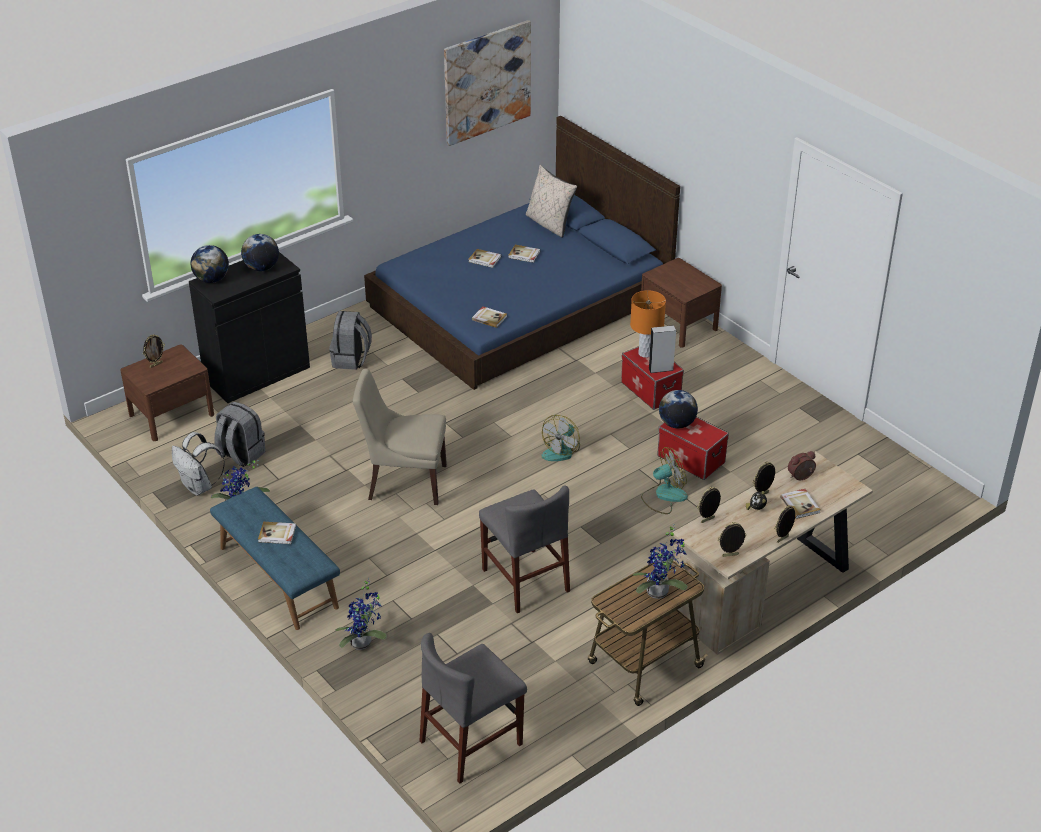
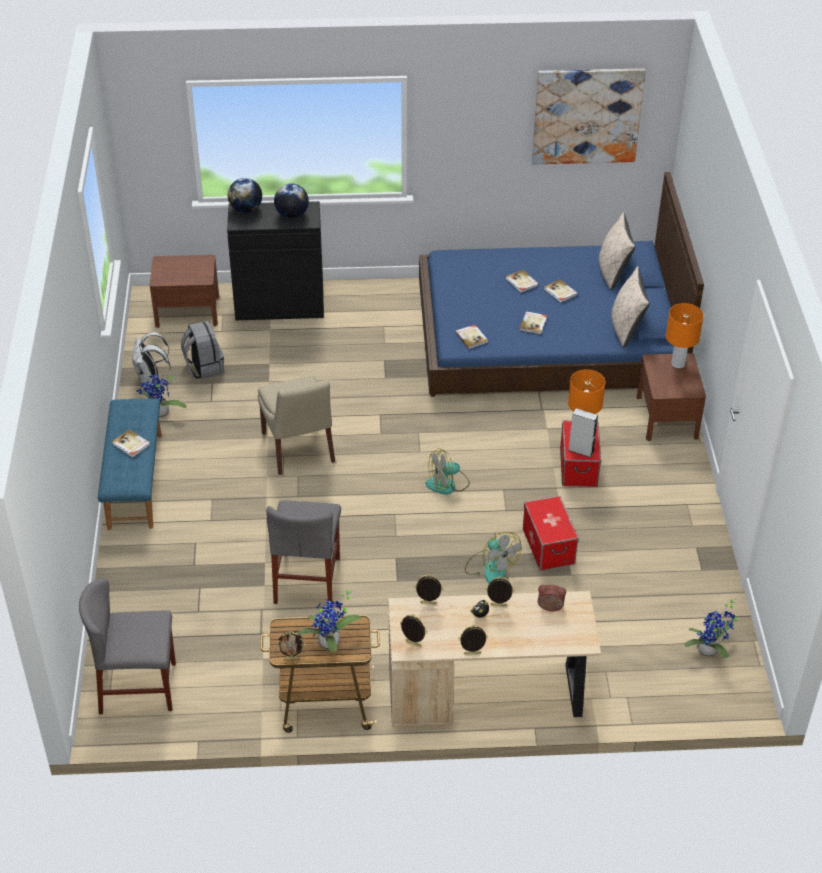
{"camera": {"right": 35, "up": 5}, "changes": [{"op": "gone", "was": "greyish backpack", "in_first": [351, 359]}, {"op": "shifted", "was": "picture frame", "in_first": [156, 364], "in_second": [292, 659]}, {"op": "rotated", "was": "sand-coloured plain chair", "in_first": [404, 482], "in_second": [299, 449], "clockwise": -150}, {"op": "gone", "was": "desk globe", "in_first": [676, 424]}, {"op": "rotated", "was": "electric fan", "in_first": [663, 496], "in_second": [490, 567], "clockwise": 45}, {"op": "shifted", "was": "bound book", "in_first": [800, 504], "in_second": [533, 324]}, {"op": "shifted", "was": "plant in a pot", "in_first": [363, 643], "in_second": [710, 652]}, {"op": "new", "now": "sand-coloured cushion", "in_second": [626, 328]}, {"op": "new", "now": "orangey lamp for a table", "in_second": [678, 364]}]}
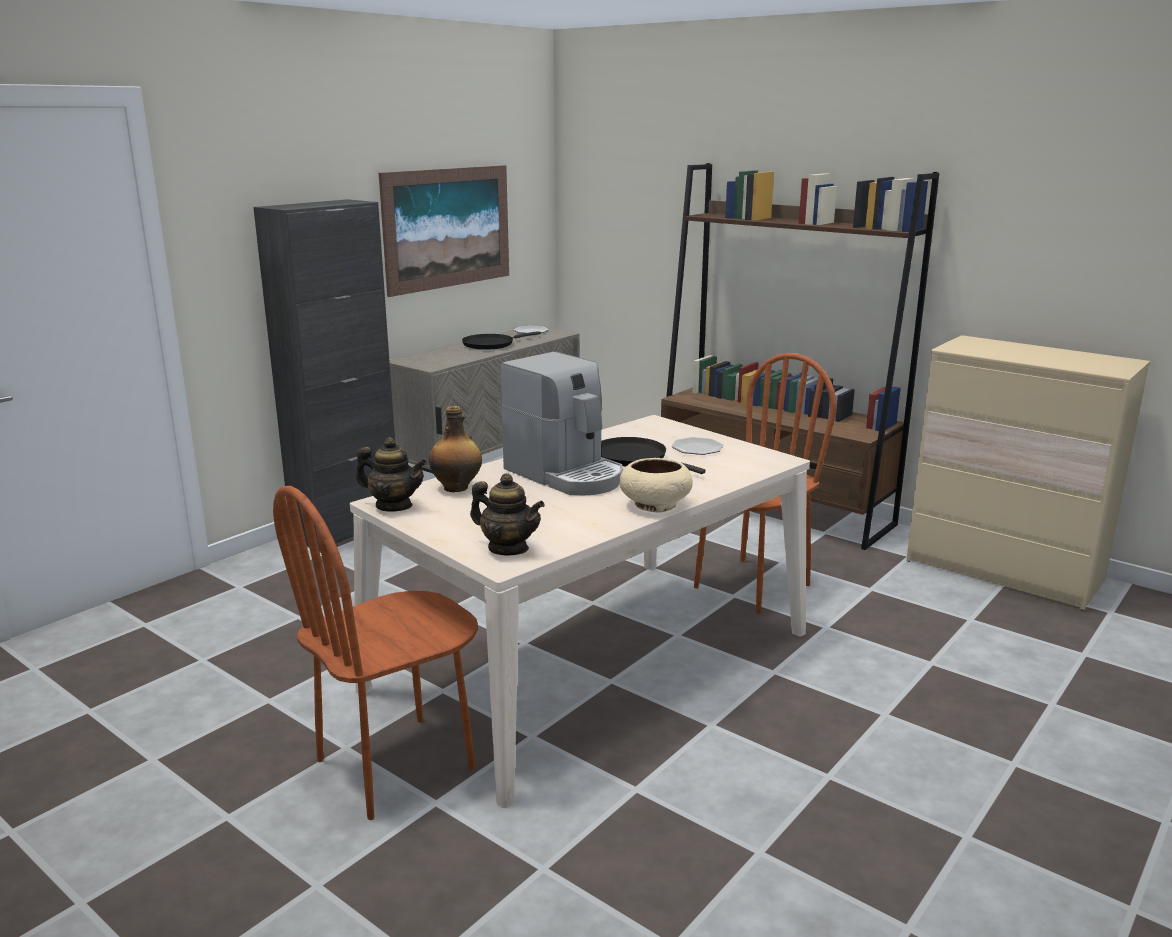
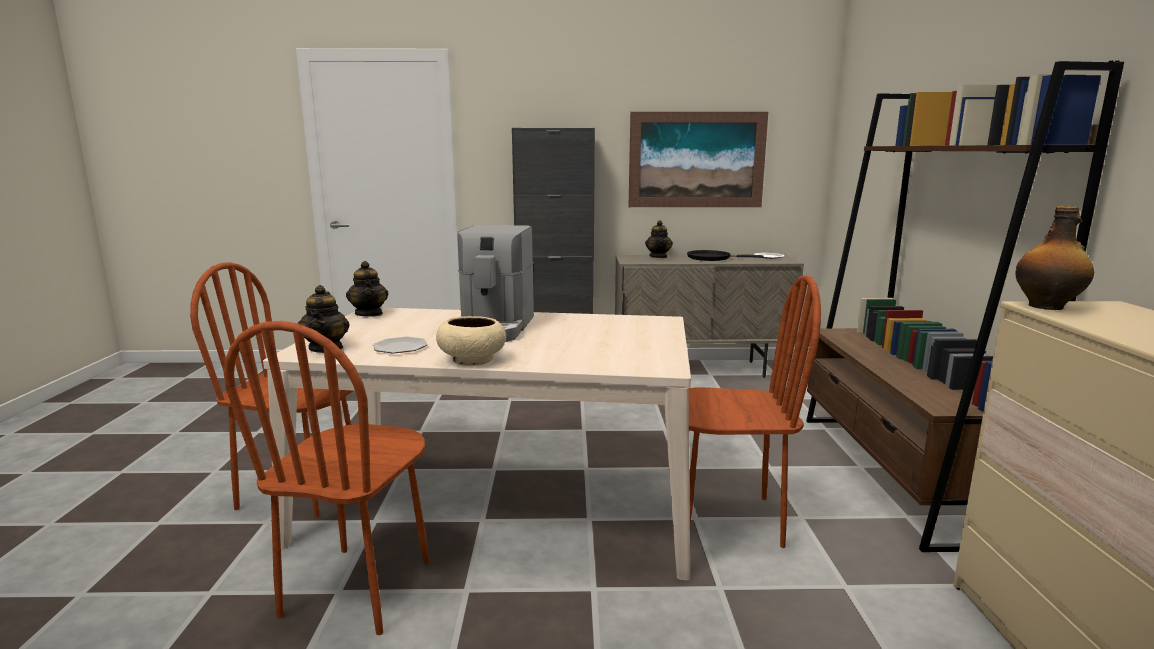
{"camera": {"right": 50, "up": -5}, "changes": [{"op": "shifted", "was": "bottle", "in_first": [457, 488], "in_second": [1047, 306]}, {"op": "gone", "was": "blackish skillet", "in_first": [634, 458]}, {"op": "shifted", "was": "flat dish", "in_first": [696, 448], "in_second": [400, 347]}, {"op": "new", "now": "tea pot", "in_second": [658, 257]}, {"op": "new", "now": "brown-coloured plain chair", "in_second": [358, 588]}]}
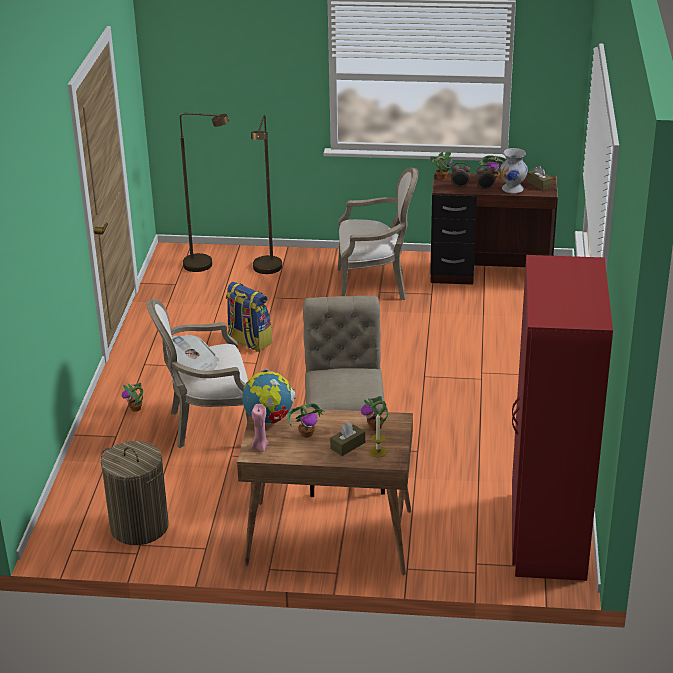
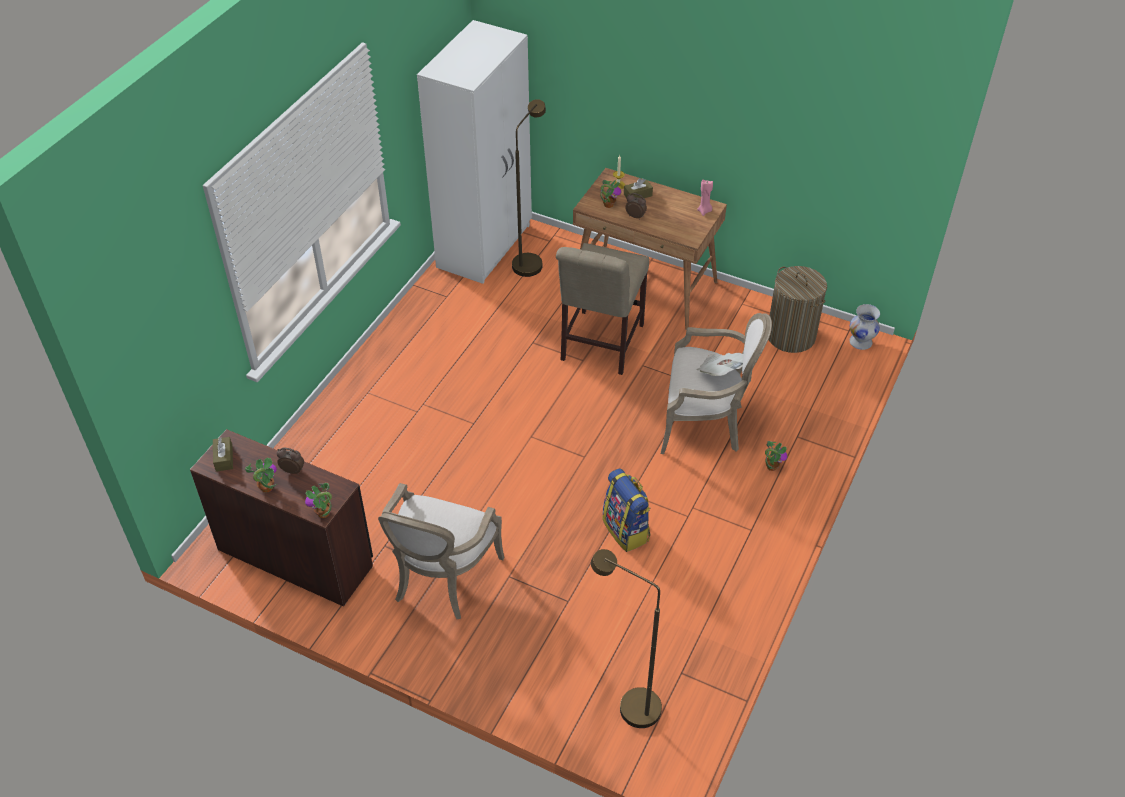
{"camera": {"right": -160, "up": 15}, "changes": [{"op": "shifted", "was": "brown-coloured standard lamp", "in_first": [267, 271], "in_second": [530, 260]}, {"op": "shifted", "was": "whitish decorative vase", "in_first": [513, 189], "in_second": [860, 342]}, {"op": "shifted", "was": "alarm clock", "in_first": [460, 186], "in_second": [635, 216]}, {"op": "rotated", "was": "armchair", "in_first": [374, 287], "in_second": [441, 580], "clockwise": -90}, {"op": "repainted", "was": "red-coloured wardrobe", "now": "whitish wardrobe", "in_first": [546, 536], "in_second": [485, 246]}, {"op": "gone", "was": "desk globe", "in_first": [269, 419]}, {"op": "gone", "was": "plant in a pot", "in_first": [307, 433]}]}
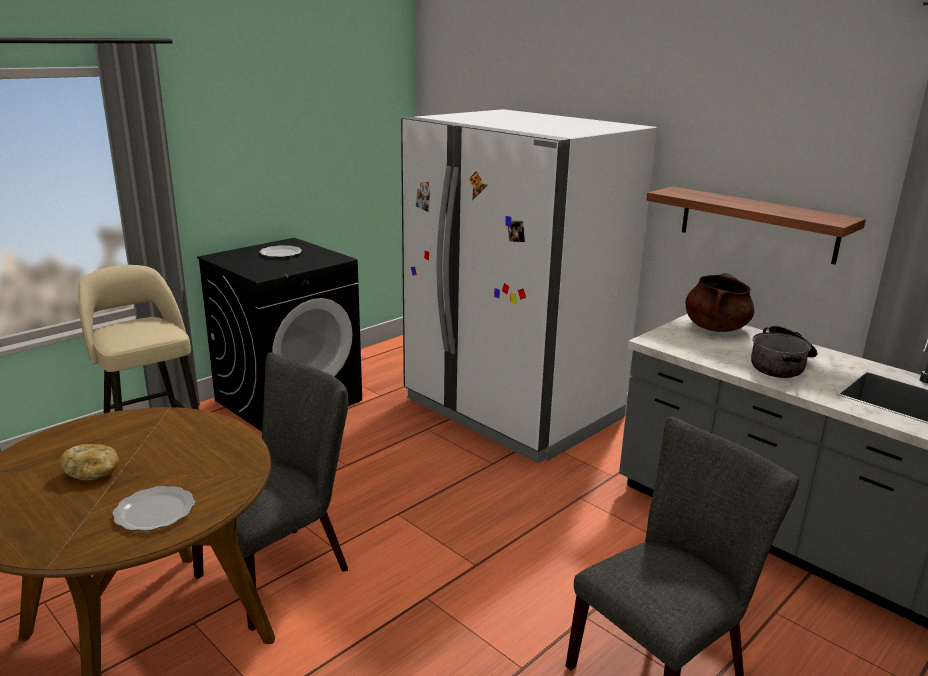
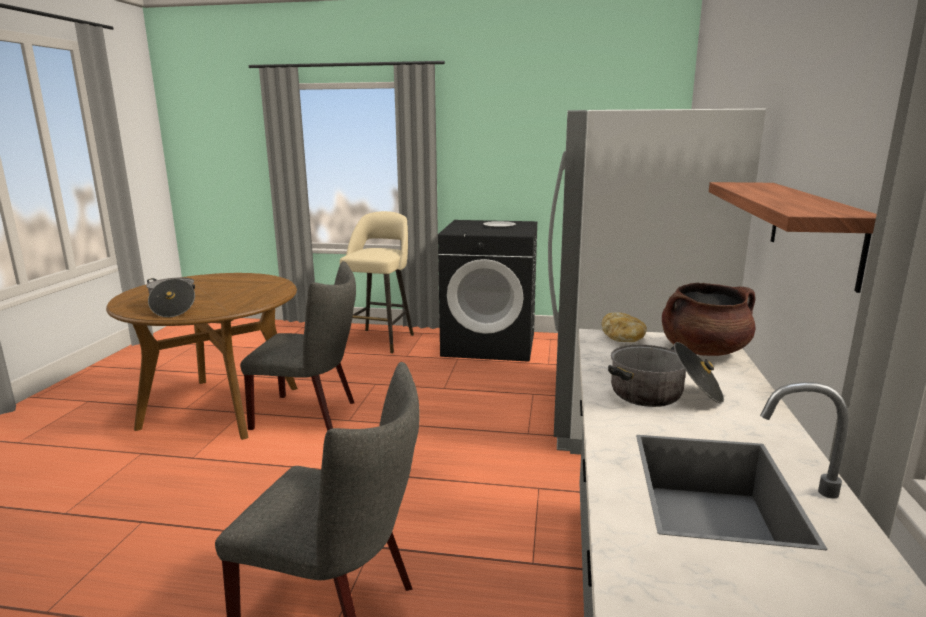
{"camera": {"right": 55, "up": -5}, "changes": [{"op": "shifted", "was": "bakery bread", "in_first": [93, 473], "in_second": [623, 339]}, {"op": "swapped", "was": "flat dish", "now": "cooking pot", "in_first": [155, 511], "in_second": [173, 307]}]}
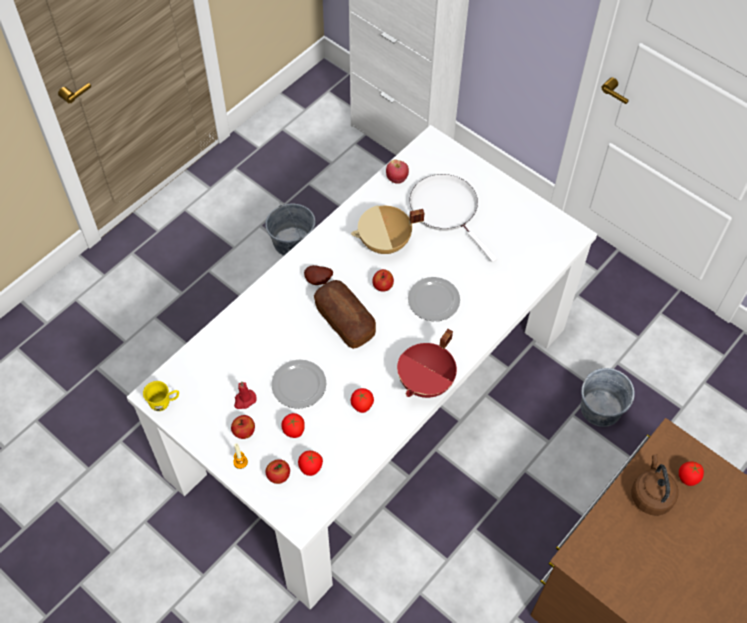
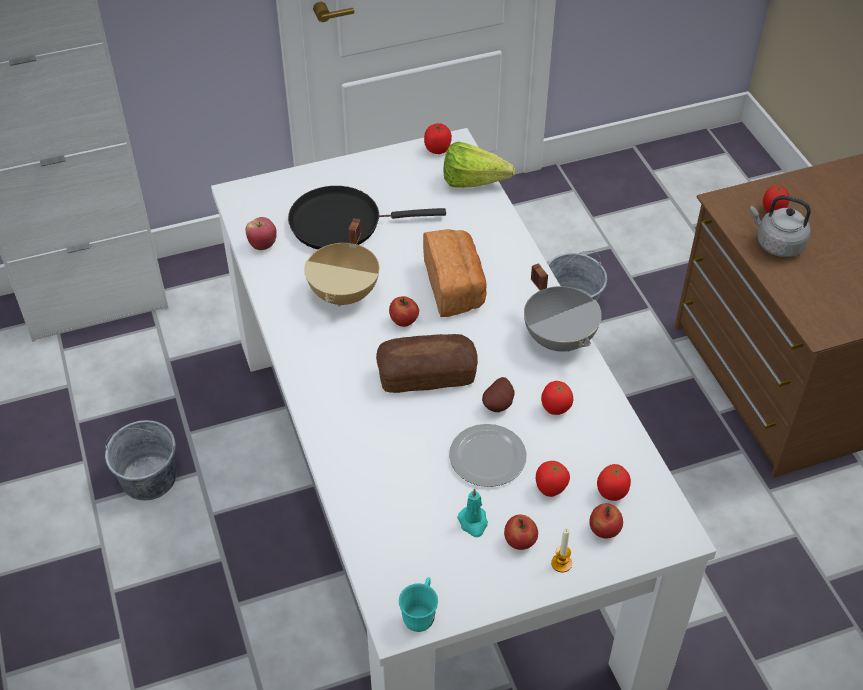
{"camera": {"right": -60, "up": -10}, "changes": [{"op": "repainted", "was": "whitish skillet", "now": "blackish skillet", "in_first": [446, 209], "in_second": [342, 223]}, {"op": "shifted", "was": "whole potato", "in_first": [318, 281], "in_second": [499, 405]}, {"op": "swapped", "was": "flat dish", "now": "bakery bread", "in_first": [432, 300], "in_second": [455, 287]}, {"op": "repainted", "was": "red-coloured cooking pot", "now": "greyish cooking pot", "in_first": [426, 382], "in_second": [560, 338]}, {"op": "repainted", "was": "yellowish mug", "now": "blue-green mug", "in_first": [164, 403], "in_second": [421, 615]}, {"op": "repainted", "was": "red-coloured wax candle", "now": "blue-green wax candle", "in_first": [244, 400], "in_second": [473, 522]}, {"op": "repainted", "was": "brown-coloured kettle", "now": "greyish kettle", "in_first": [650, 495], "in_second": [777, 244]}, {"op": "new", "now": "fresh tomato", "in_second": [438, 149]}, {"op": "new", "now": "head of lettuce", "in_second": [479, 184]}]}
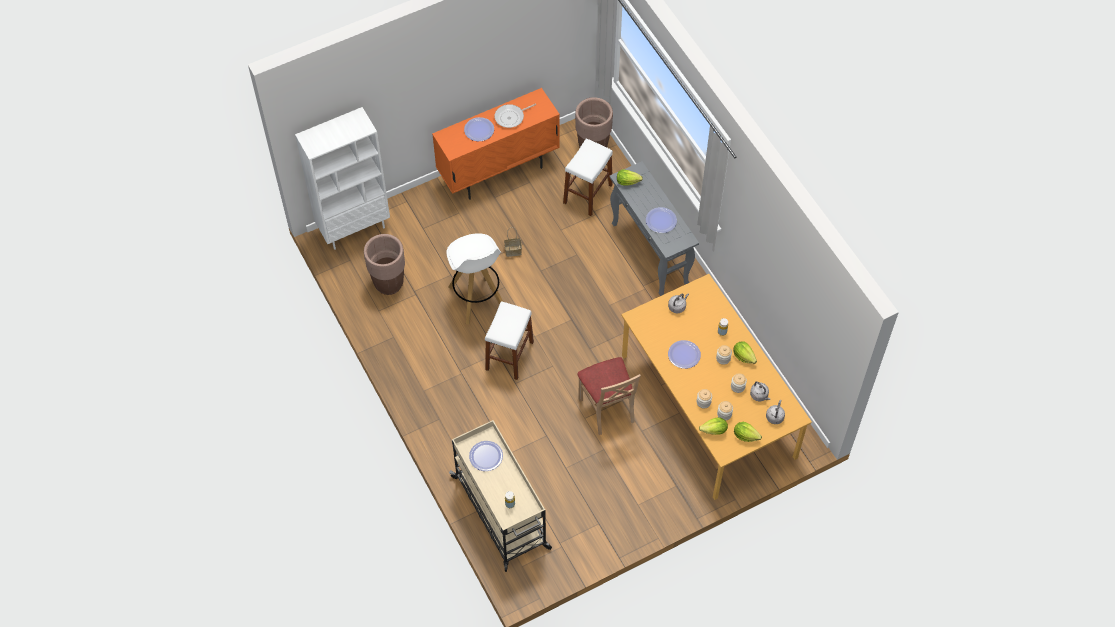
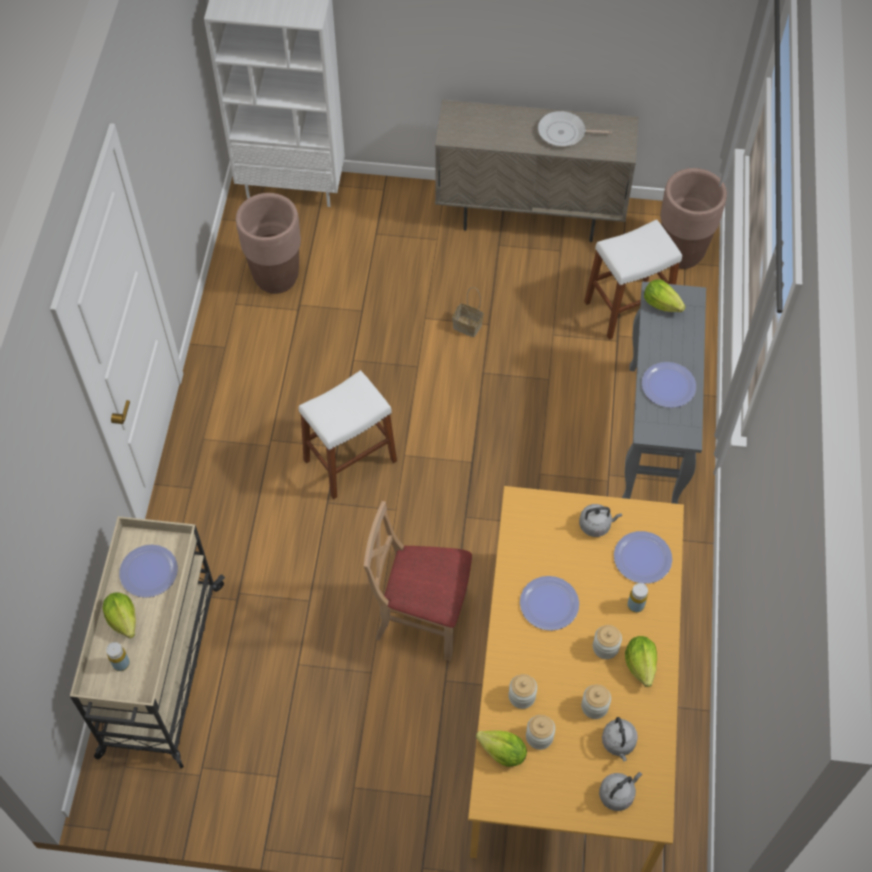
{"camera": {"right": 35, "up": 0}, "changes": [{"op": "repainted", "was": "orangey storage cabinet", "now": "sand-coloured storage cabinet", "in_first": [498, 171], "in_second": [530, 216]}, {"op": "shifted", "was": "flat dish", "in_first": [479, 130], "in_second": [642, 558]}, {"op": "gone", "was": "whitish stool seat", "in_first": [477, 298]}, {"op": "rotated", "was": "sand-coloured plain chair", "in_first": [607, 409], "in_second": [421, 618], "clockwise": 90}, {"op": "shifted", "was": "head of lettuce", "in_first": [745, 435], "in_second": [123, 619]}]}
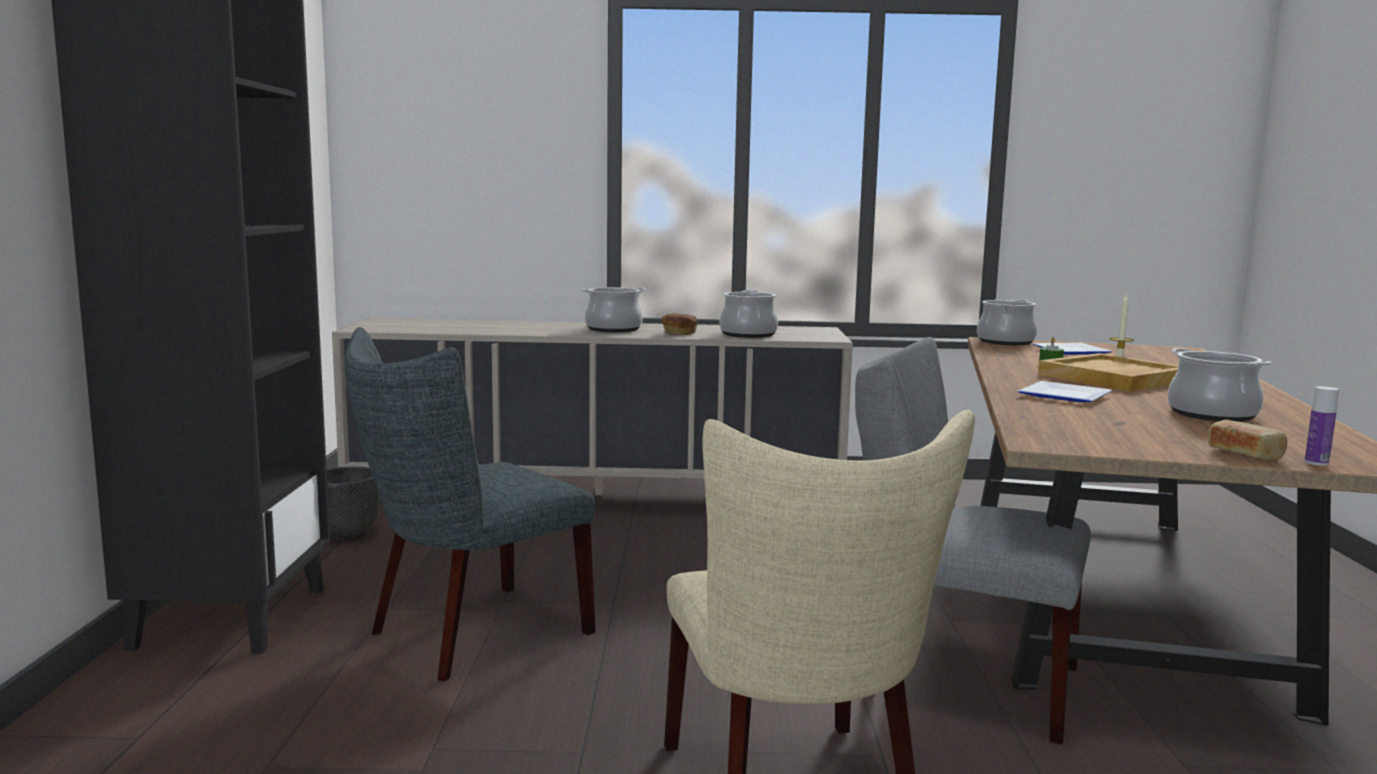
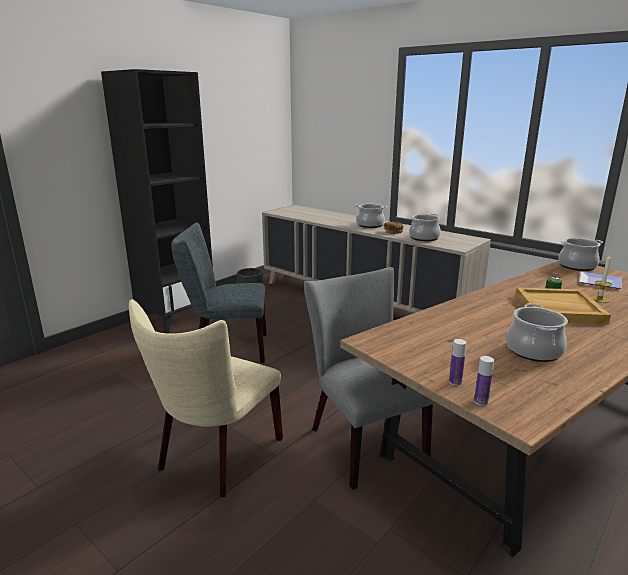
{"camera": {"right": 40, "up": 10}, "changes": [{"op": "gone", "was": "flat dish", "in_first": [1062, 395]}, {"op": "swapped", "was": "bakery bread", "now": "bottle", "in_first": [1245, 454], "in_second": [455, 382]}]}
